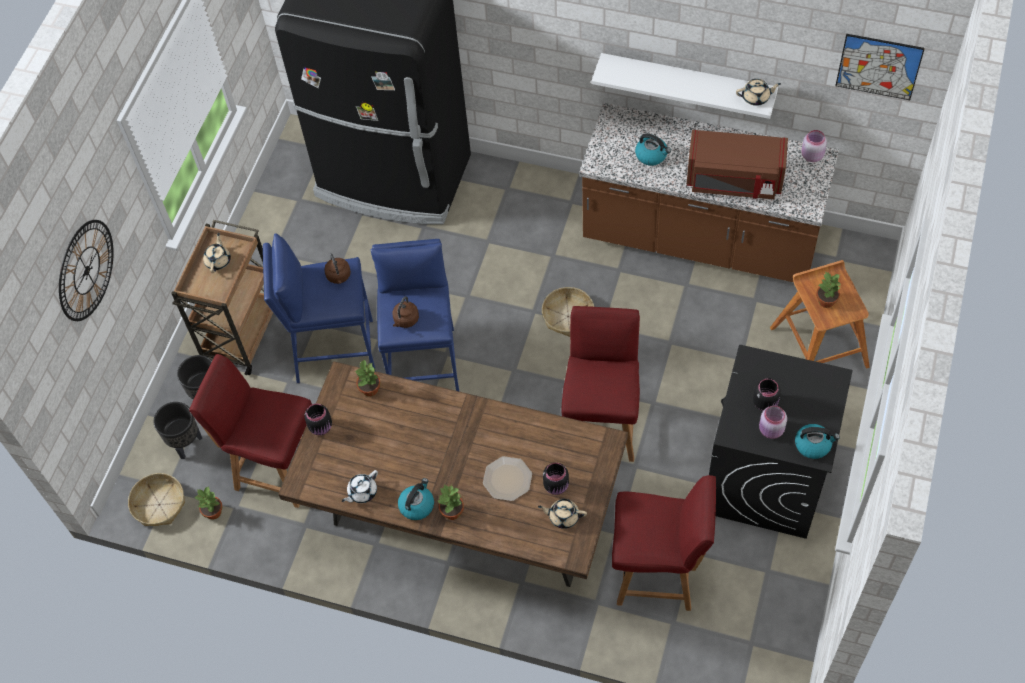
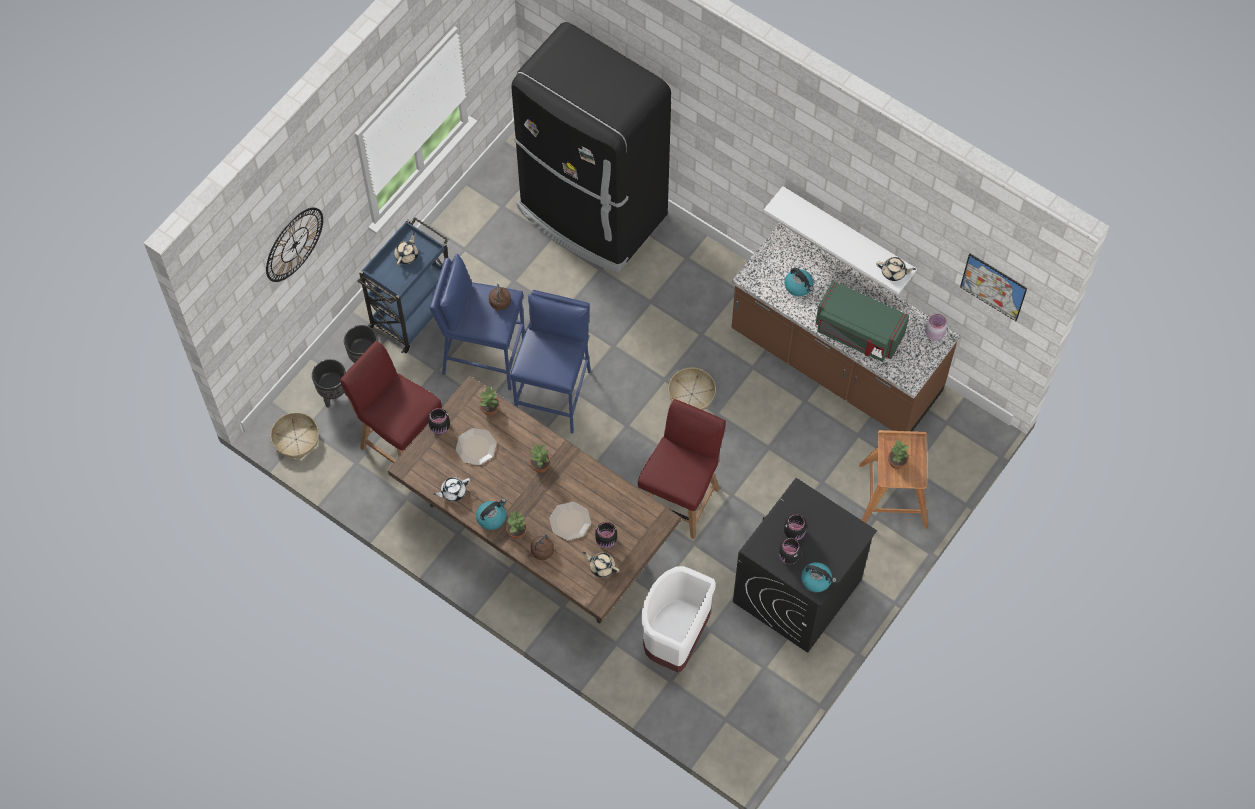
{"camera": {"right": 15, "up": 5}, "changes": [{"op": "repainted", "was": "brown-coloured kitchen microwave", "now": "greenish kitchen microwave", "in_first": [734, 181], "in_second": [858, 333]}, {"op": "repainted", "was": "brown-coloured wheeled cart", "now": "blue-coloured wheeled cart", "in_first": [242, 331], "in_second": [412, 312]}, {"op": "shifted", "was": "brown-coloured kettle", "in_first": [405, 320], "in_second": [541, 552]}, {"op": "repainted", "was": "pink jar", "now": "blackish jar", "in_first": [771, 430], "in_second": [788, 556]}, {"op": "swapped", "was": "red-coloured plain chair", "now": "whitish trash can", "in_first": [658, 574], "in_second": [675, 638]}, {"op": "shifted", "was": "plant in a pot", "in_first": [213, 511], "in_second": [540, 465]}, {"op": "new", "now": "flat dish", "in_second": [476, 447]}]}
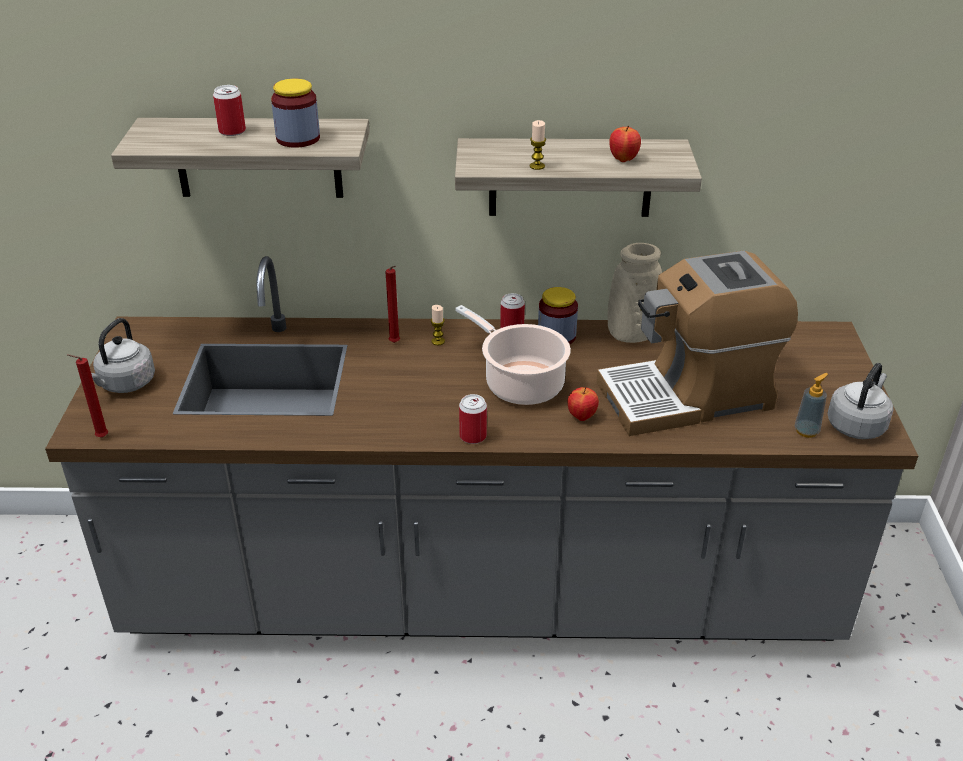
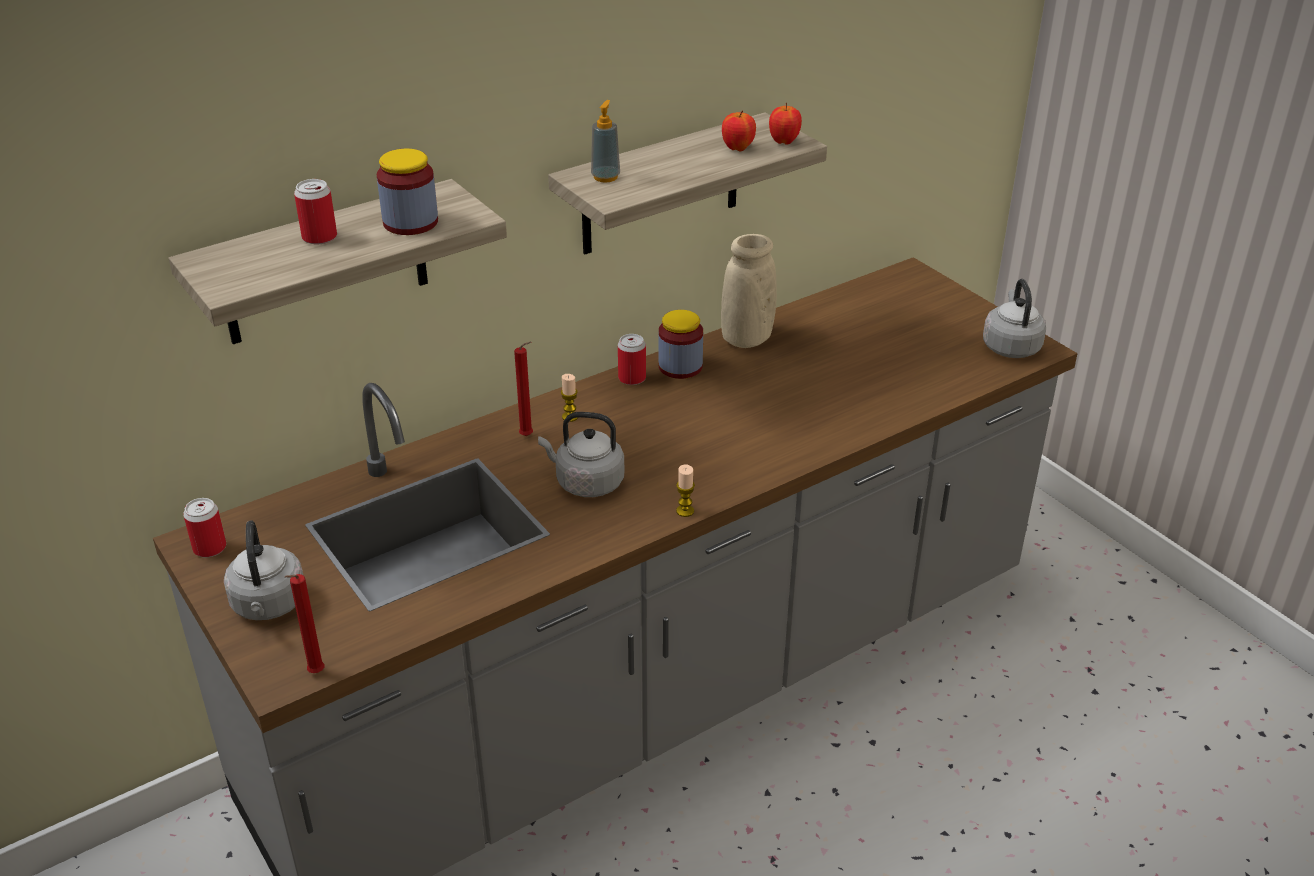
{"camera": {"right": -35, "up": 0}, "changes": [{"op": "shifted", "was": "wax candle", "in_first": [537, 166], "in_second": [685, 511]}, {"op": "gone", "was": "coffee maker", "in_first": [688, 395]}, {"op": "gone", "was": "cooking pot", "in_first": [520, 383]}, {"op": "shifted", "was": "soap dispenser", "in_first": [806, 431], "in_second": [605, 177]}, {"op": "shifted", "was": "apple", "in_first": [581, 417], "in_second": [784, 142]}, {"op": "shifted", "was": "can", "in_first": [473, 436], "in_second": [210, 548]}, {"op": "new", "now": "greyish kettle", "in_second": [586, 483]}]}
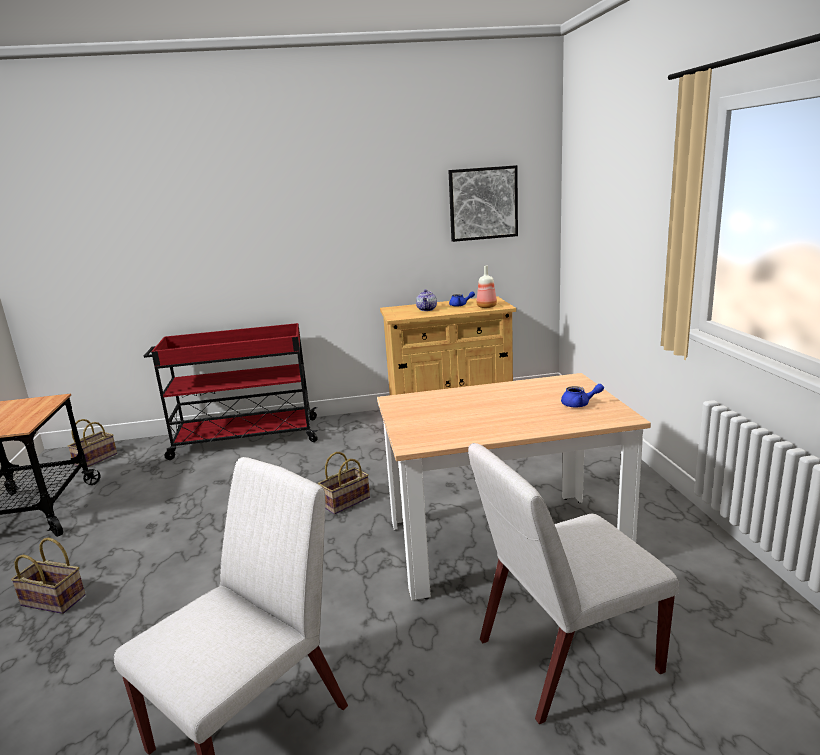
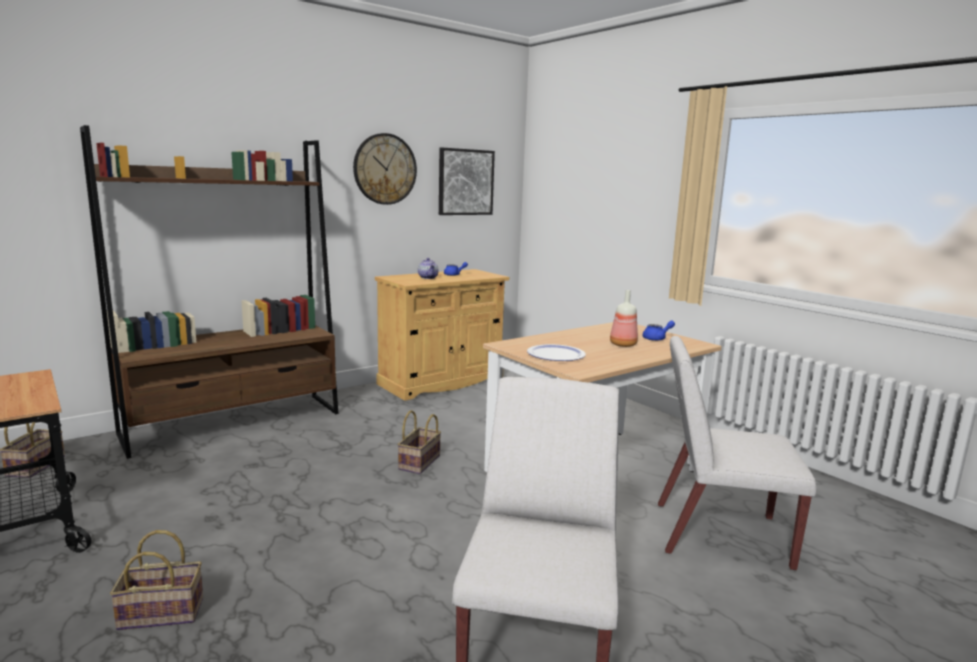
{"camera": {"right": -30, "up": -5}, "changes": [{"op": "shifted", "was": "bottle", "in_first": [486, 306], "in_second": [622, 344]}, {"op": "swapped", "was": "red-coloured wheeled cart", "now": "brown-coloured bookshelf", "in_first": [243, 438], "in_second": [234, 423]}, {"op": "rotated", "was": "whitish plain chair", "in_first": [566, 657], "in_second": [718, 534], "clockwise": 60}, {"op": "new", "now": "hanging clock", "in_second": [385, 169]}, {"op": "new", "now": "flat dish", "in_second": [555, 354]}]}
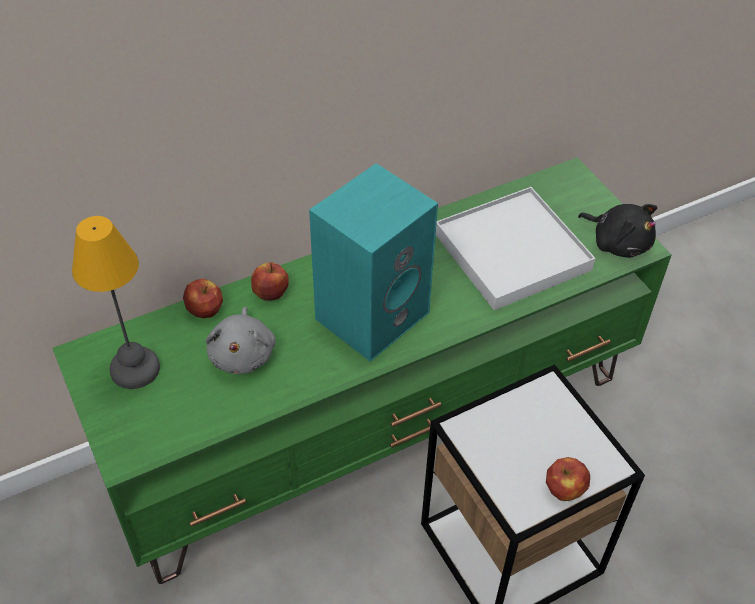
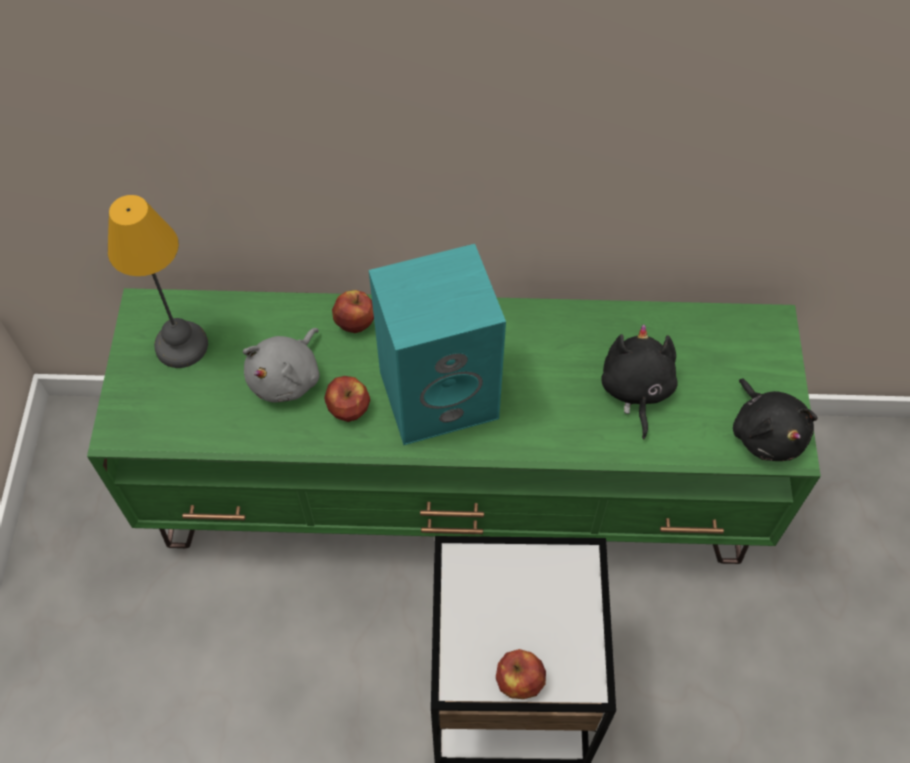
{"camera": {"right": 30, "up": 10}, "changes": [{"op": "swapped", "was": "whitish tray", "now": "blackish plush toy", "in_first": [512, 252], "in_second": [636, 389]}, {"op": "shifted", "was": "apple", "in_first": [204, 309], "in_second": [348, 408]}]}
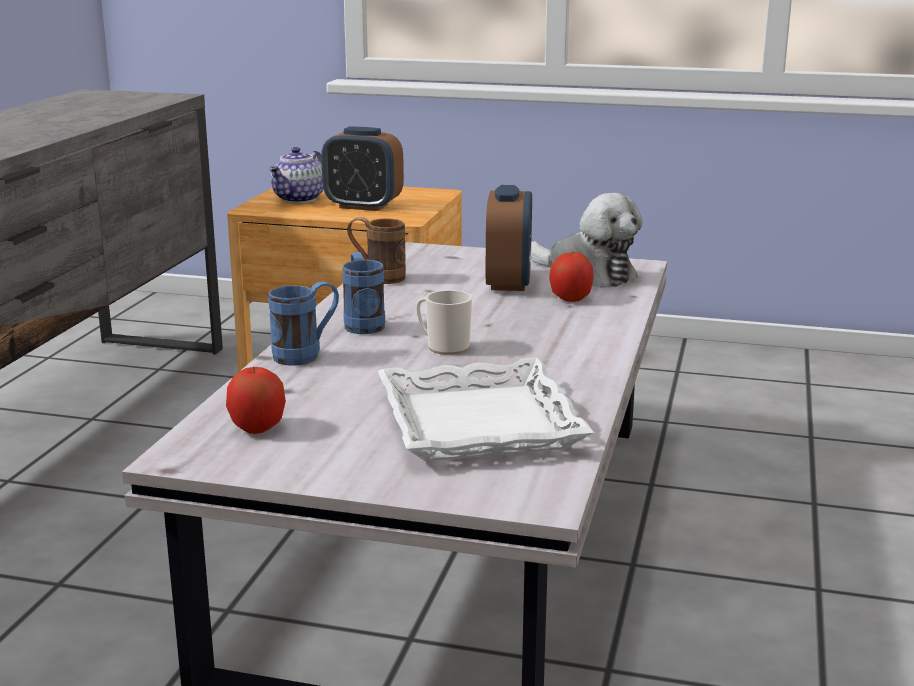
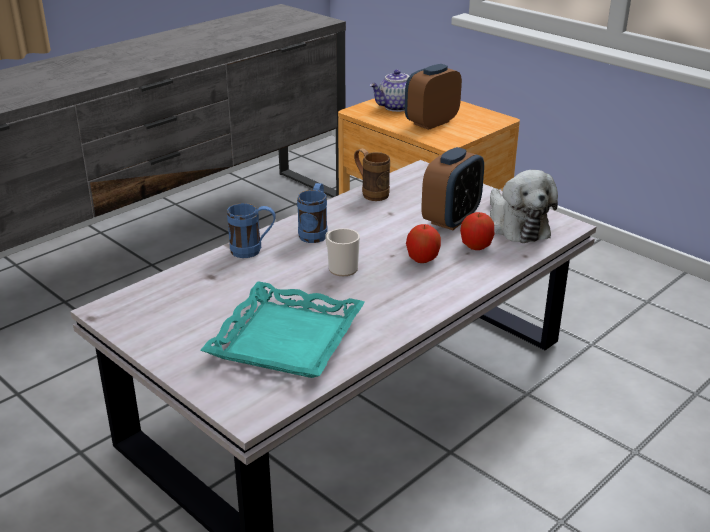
{"camera": {"right": 30, "up": 10}, "changes": [{"op": "rotated", "was": "alarm clock", "in_first": [363, 206], "in_second": [431, 123], "clockwise": 90}, {"op": "repainted", "was": "whitish tray", "now": "blue-green tray", "in_first": [481, 423], "in_second": [287, 340]}, {"op": "shifted", "was": "apple", "in_first": [257, 428], "in_second": [422, 259]}]}
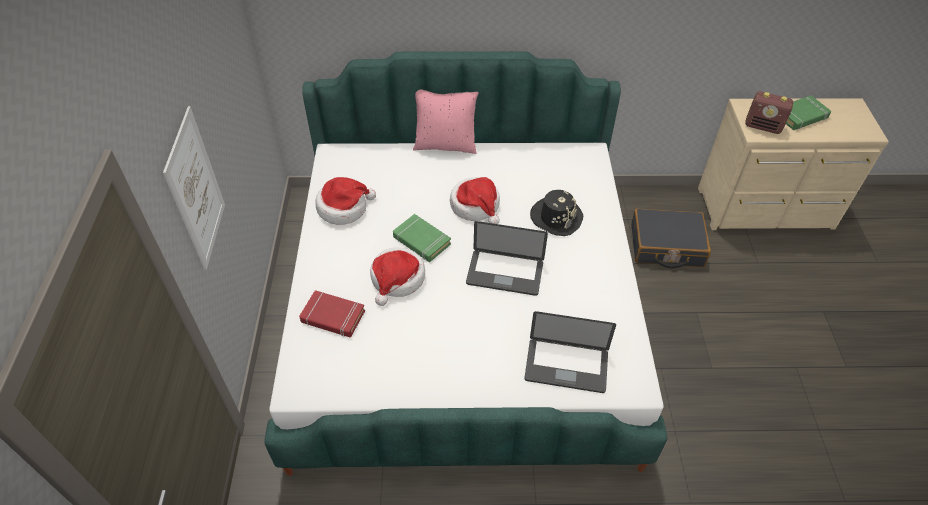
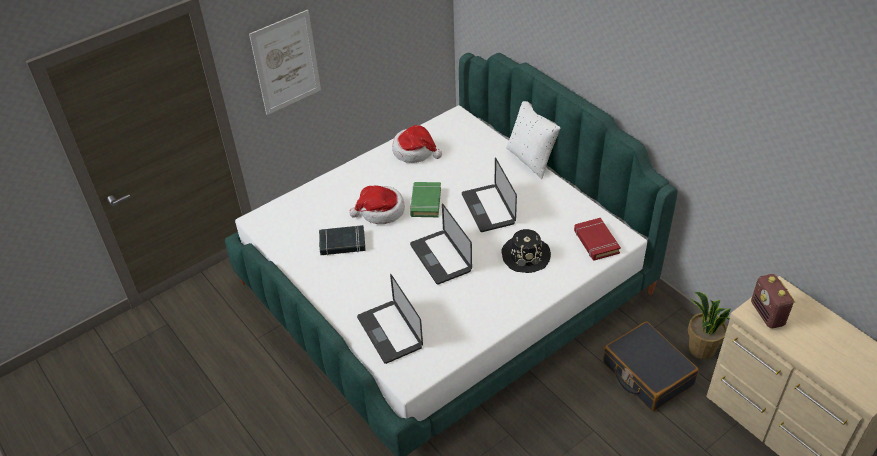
{"camera": {"right": 55, "up": -5}, "changes": [{"op": "repainted", "was": "pink cushion", "now": "whitish cushion", "in_first": [445, 145], "in_second": [531, 160]}, {"op": "gone", "was": "greenish bound book", "in_first": [801, 116]}, {"op": "swapped", "was": "clothing hat", "now": "portable computer", "in_first": [476, 206], "in_second": [488, 209]}, {"op": "shifted", "was": "red-coloured bound book", "in_first": [332, 317], "in_second": [596, 242]}, {"op": "new", "now": "blackish bound book", "in_second": [342, 243]}, {"op": "new", "now": "plant in a pot", "in_second": [701, 349]}]}
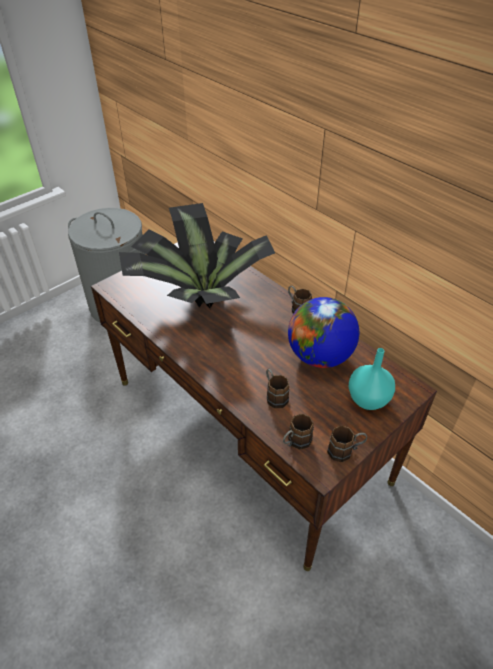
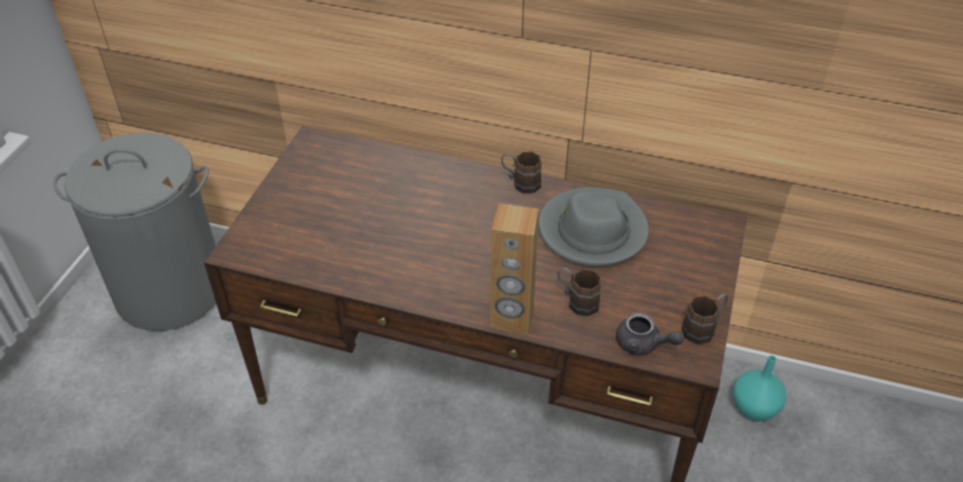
{"camera": {"right": -30, "up": 0}, "changes": [{"op": "gone", "was": "plant in a pot", "in_first": [198, 295]}, {"op": "swapped", "was": "desk globe", "now": "greyish clothing hat", "in_first": [319, 356], "in_second": [592, 231]}, {"op": "shifted", "was": "blue-green decorative vase", "in_first": [367, 399], "in_second": [753, 408]}, {"op": "swapped", "was": "brown-coloured mug", "now": "greyish tea pot", "in_first": [295, 442], "in_second": [643, 344]}, {"op": "new", "now": "brown-coloured loudspeaker", "in_second": [512, 318]}]}
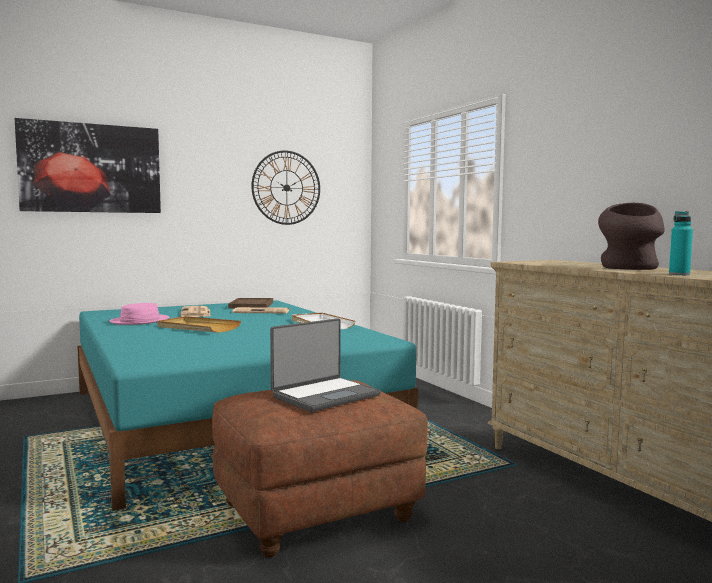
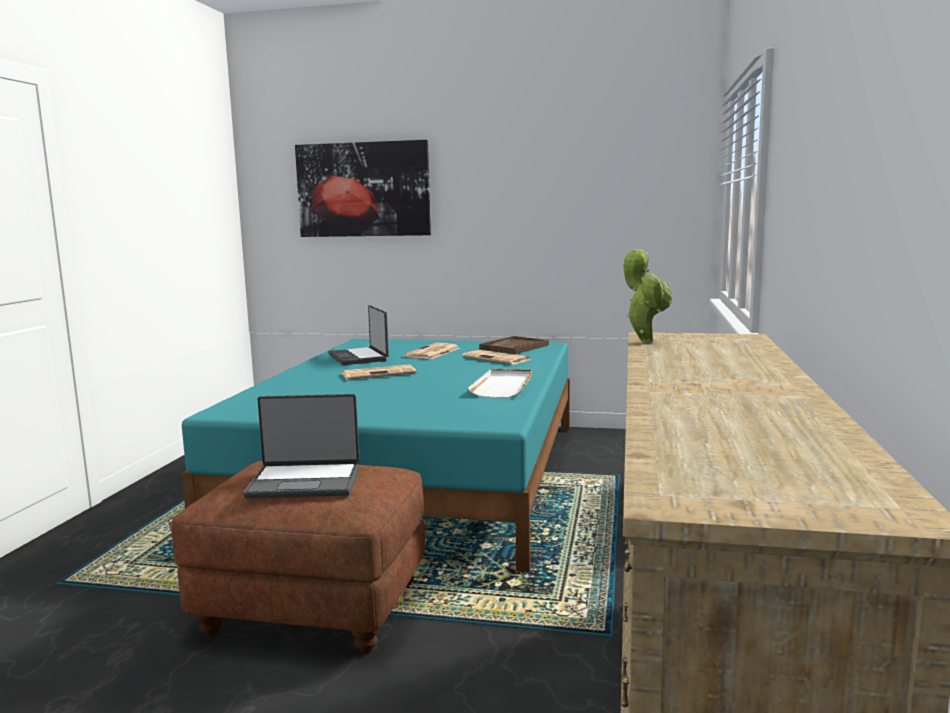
{"camera": {"right": 40, "up": 5}, "changes": [{"op": "gone", "was": "hanging clock", "in_first": [286, 187]}, {"op": "gone", "was": "brown-coloured decorative vase", "in_first": [629, 268]}, {"op": "gone", "was": "blue-green bottle", "in_first": [679, 274]}, {"op": "swapped", "was": "pink clothing hat", "now": "portable computer", "in_first": [140, 321], "in_second": [359, 357]}, {"op": "swapped", "was": "sand-coloured tray", "now": "printed paper", "in_first": [198, 327], "in_second": [379, 373]}, {"op": "new", "now": "plant in a pot", "in_second": [644, 341]}]}
